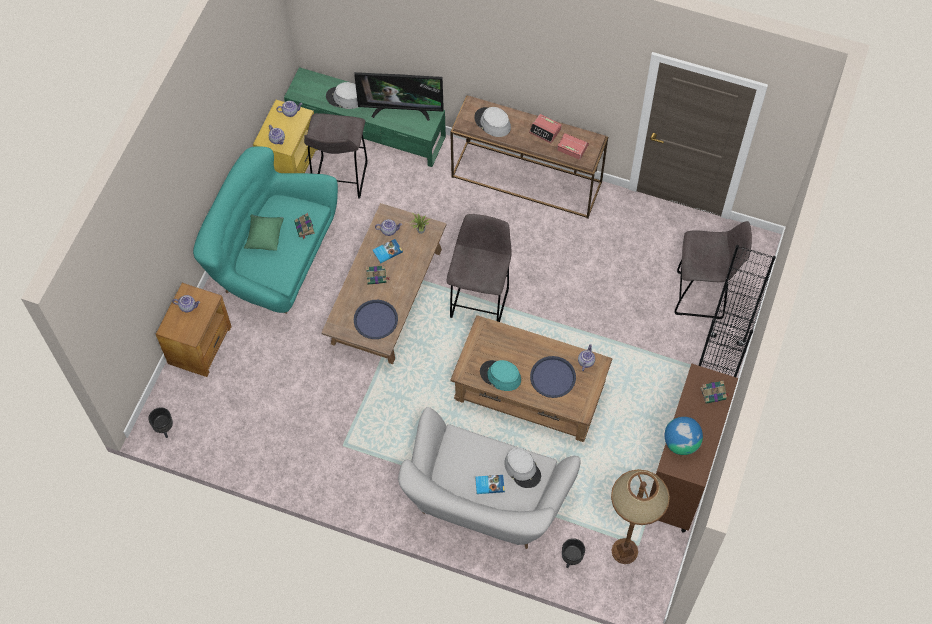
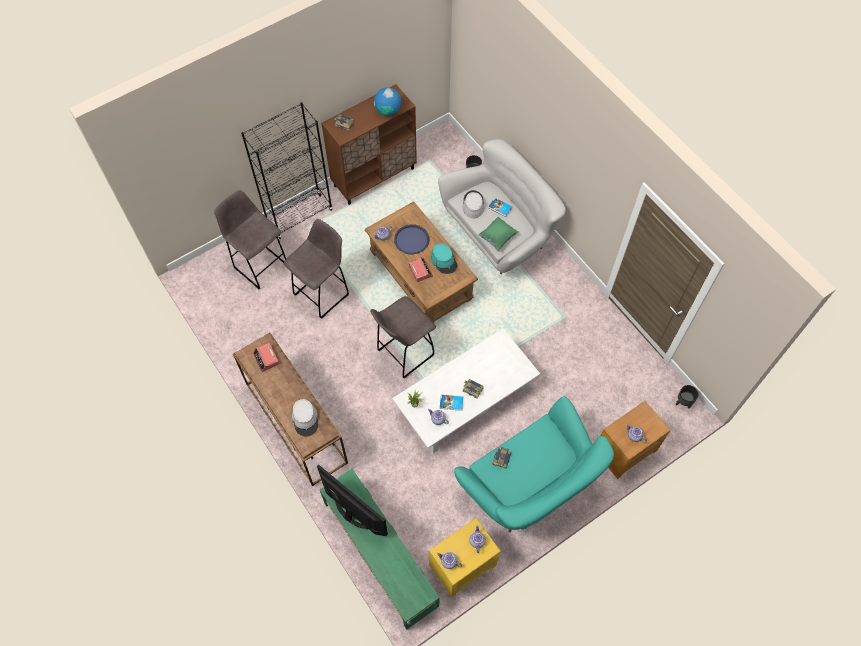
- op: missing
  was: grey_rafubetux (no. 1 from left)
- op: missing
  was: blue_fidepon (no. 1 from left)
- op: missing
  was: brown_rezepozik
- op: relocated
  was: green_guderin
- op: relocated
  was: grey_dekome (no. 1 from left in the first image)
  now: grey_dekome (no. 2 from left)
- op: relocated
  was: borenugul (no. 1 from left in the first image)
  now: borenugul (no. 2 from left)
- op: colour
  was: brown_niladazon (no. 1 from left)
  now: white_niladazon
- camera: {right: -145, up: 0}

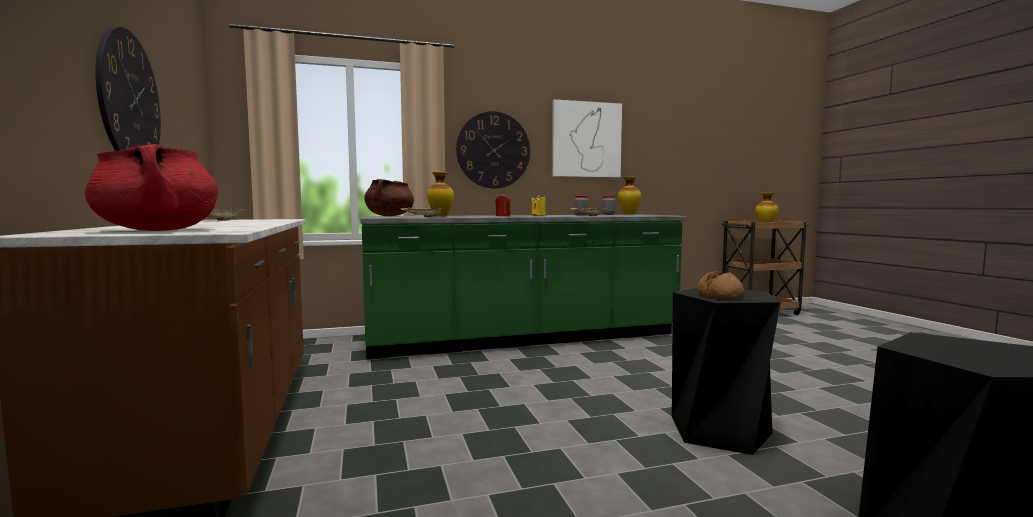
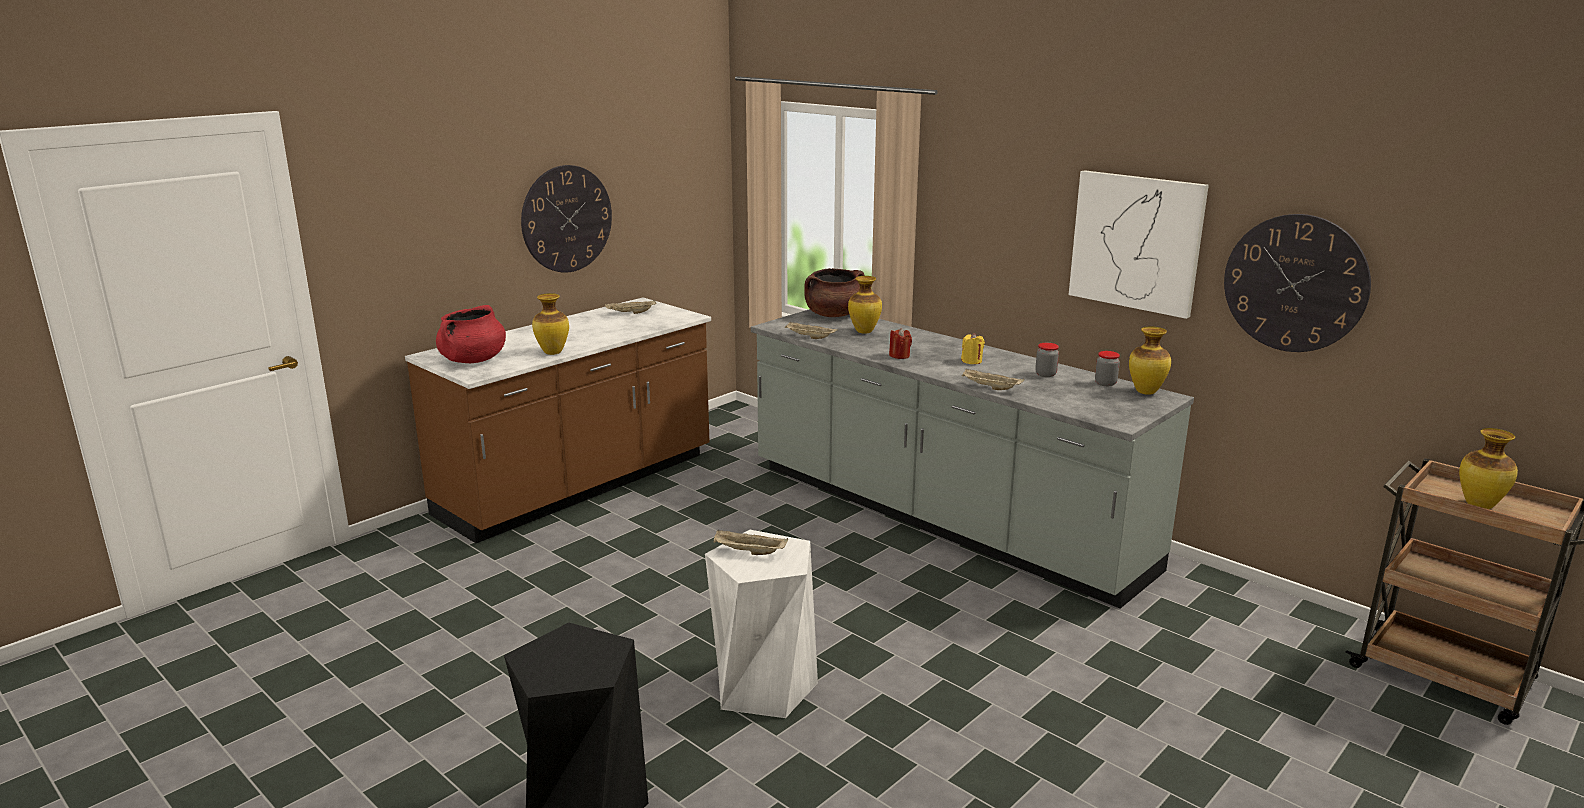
- op: appeared
  now: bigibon (no. 1 from left)
- op: relocated
  was: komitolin (no. 2 from left)
- op: exchanged
  was: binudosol
  now: beige_fidepon (no. 2 from left)
- op: colour
  was: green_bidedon
  now: grey_bidedon
- op: colour
  was: black_dekome (no. 1 from left)
  now: white_dekome
- camera: {right: 60, up: 15}

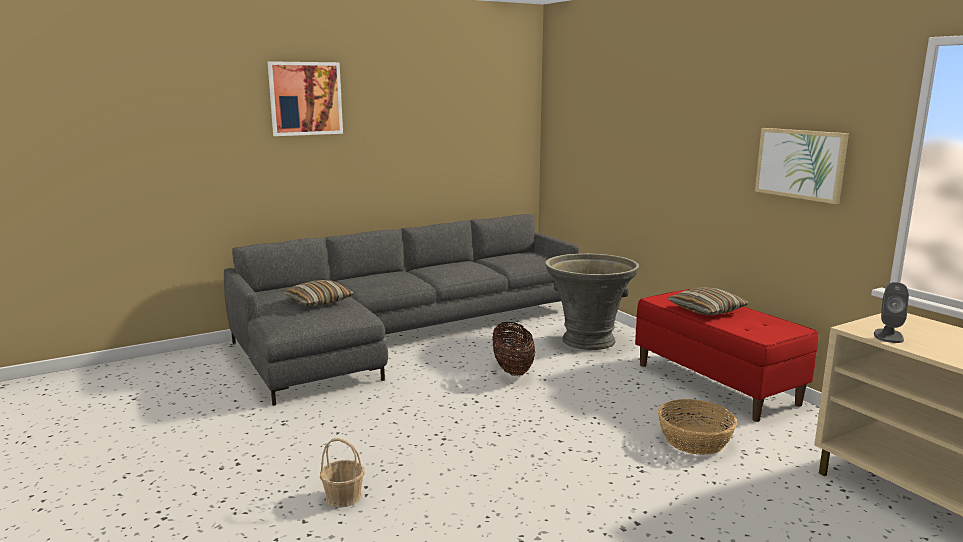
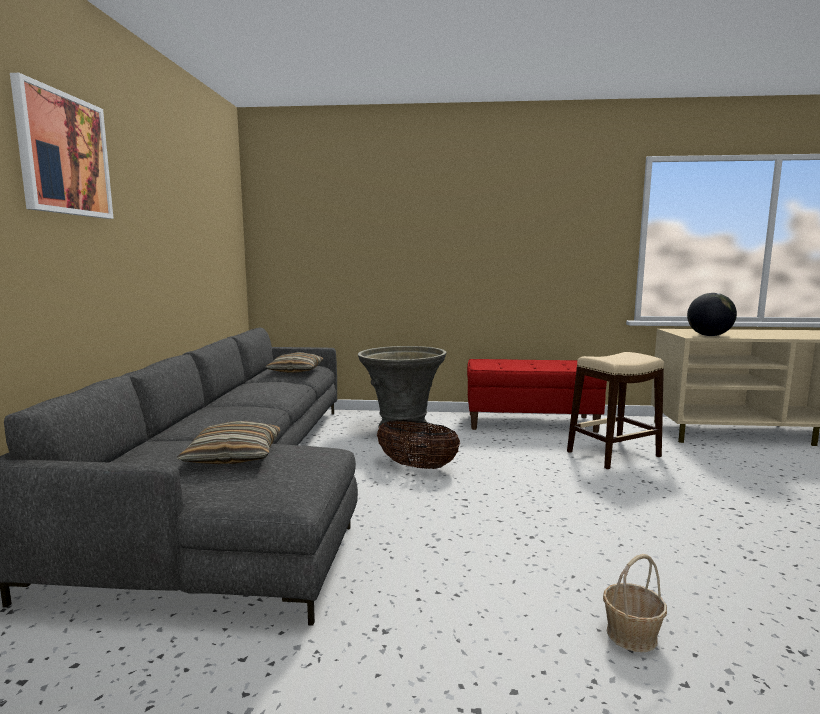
- op: missing
  was: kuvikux (no. 2 from left)
- op: relocated
  was: guderin (no. 2 from left)
- op: exchanged
  was: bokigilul (no. 3 from left)
  now: beige_dekome
- op: exchanged
  was: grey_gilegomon
  now: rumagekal
- camera: {right: -55, up: -5}

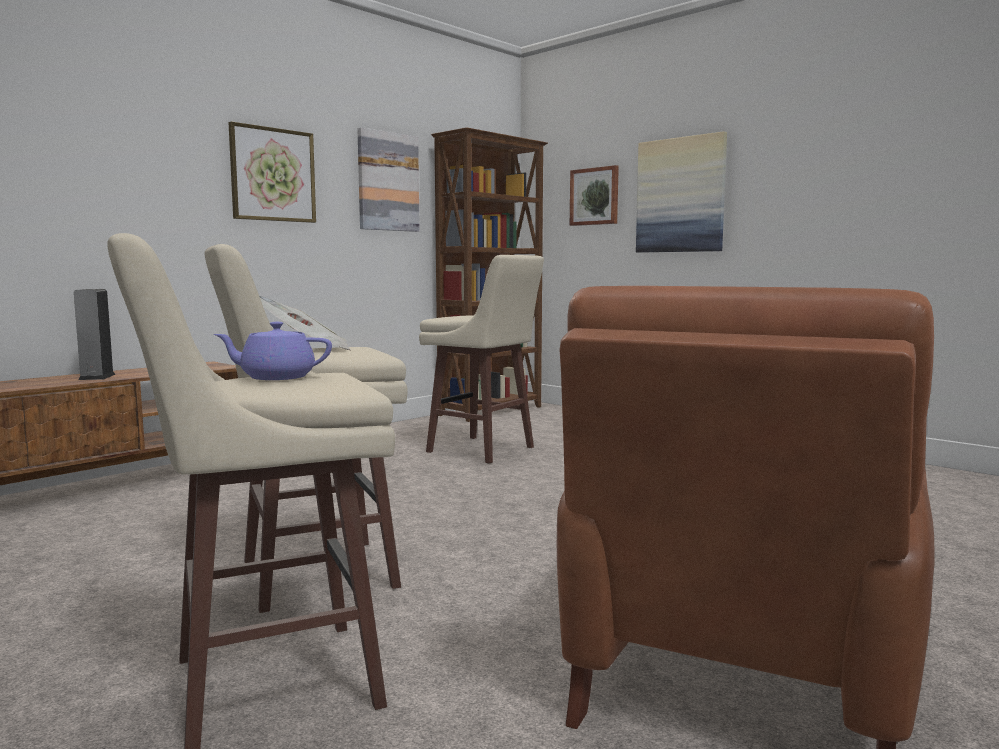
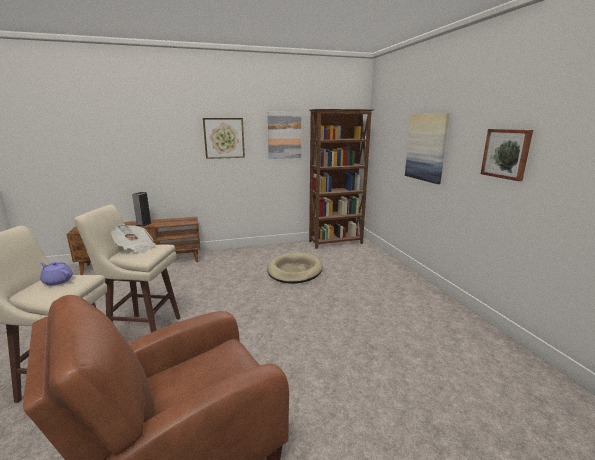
- op: relocated
  was: kuvikux (no. 3 from left in the first image)
  now: kuvikux (no. 4 from left)
- op: exchanged
  was: beige_dekome (no. 3 from left)
  now: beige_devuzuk
- camera: {right: 30, up: 10}

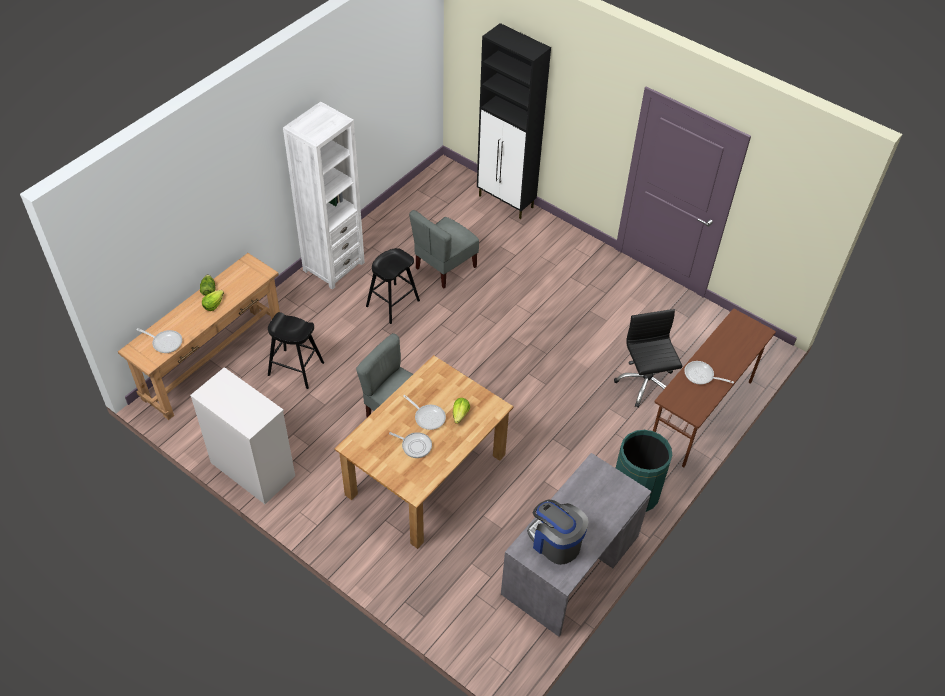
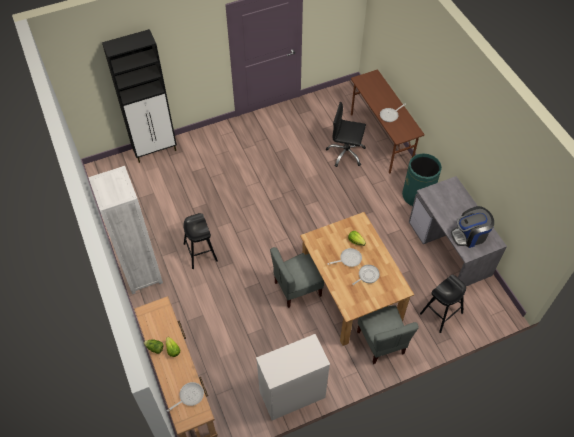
- op: relocated
  was: black_dekome (no. 1 from left in the first image)
  now: black_dekome (no. 2 from left)
- op: relocated
  was: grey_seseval (no. 2 from left)
- camera: {right: -60, up: 5}

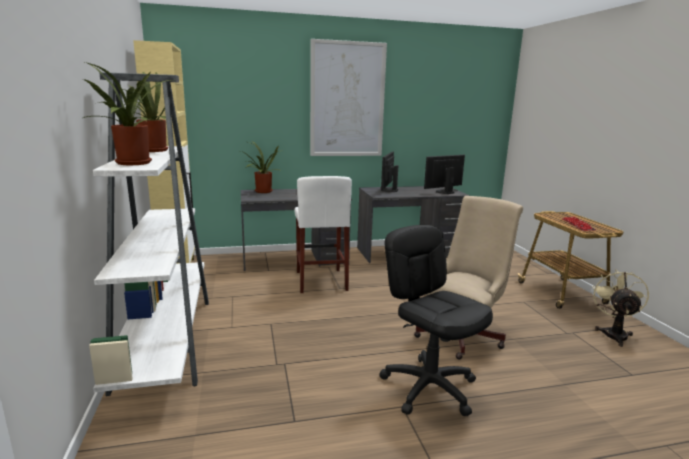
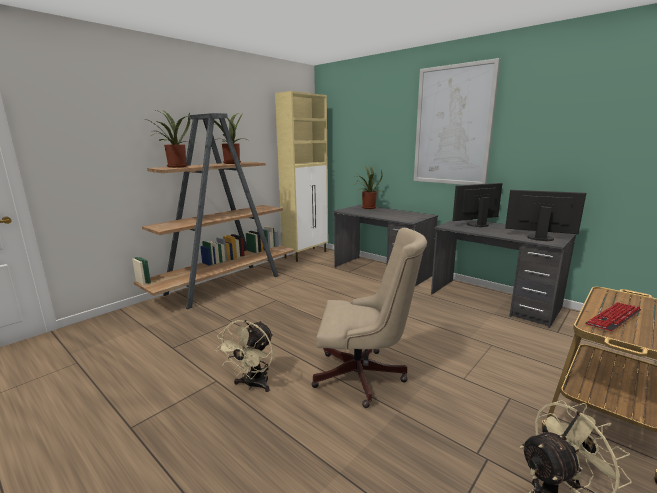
- op: missing
  was: white_dekome
- op: exchanged
  was: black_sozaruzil
  now: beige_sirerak (no. 1 from left)
- op: colour
  was: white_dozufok
  now: brown_dozufok
- camera: {right: 55, up: 0}

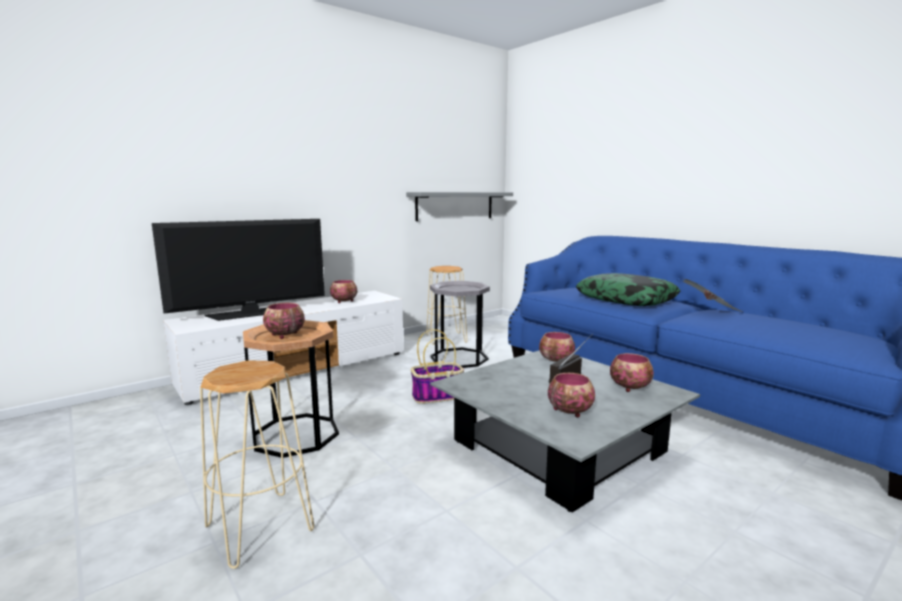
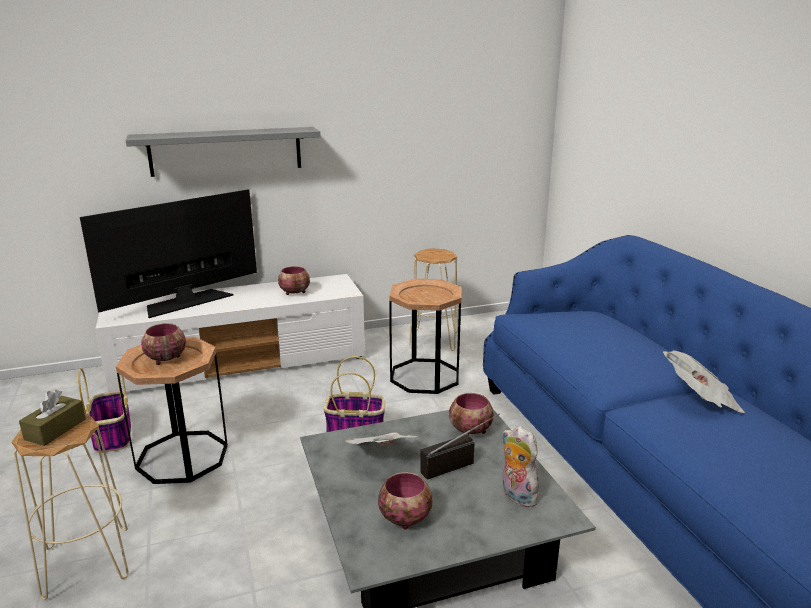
- op: missing
  was: guderin
- op: appeared
  now: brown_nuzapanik
- op: appeared
  now: bokigilul (no. 1 from left)
- op: appeared
  now: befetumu (no. 1 from left)
- op: relocated
  was: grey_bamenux
- op: exchanged
  was: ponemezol (no. 5 from left)
  now: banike
- op: colour
  was: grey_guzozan
  now: brown_guzozan (no. 2 from left)
- op: spun
  was: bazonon
  clockwise: 150
- camera: {right: 20, up: 10}

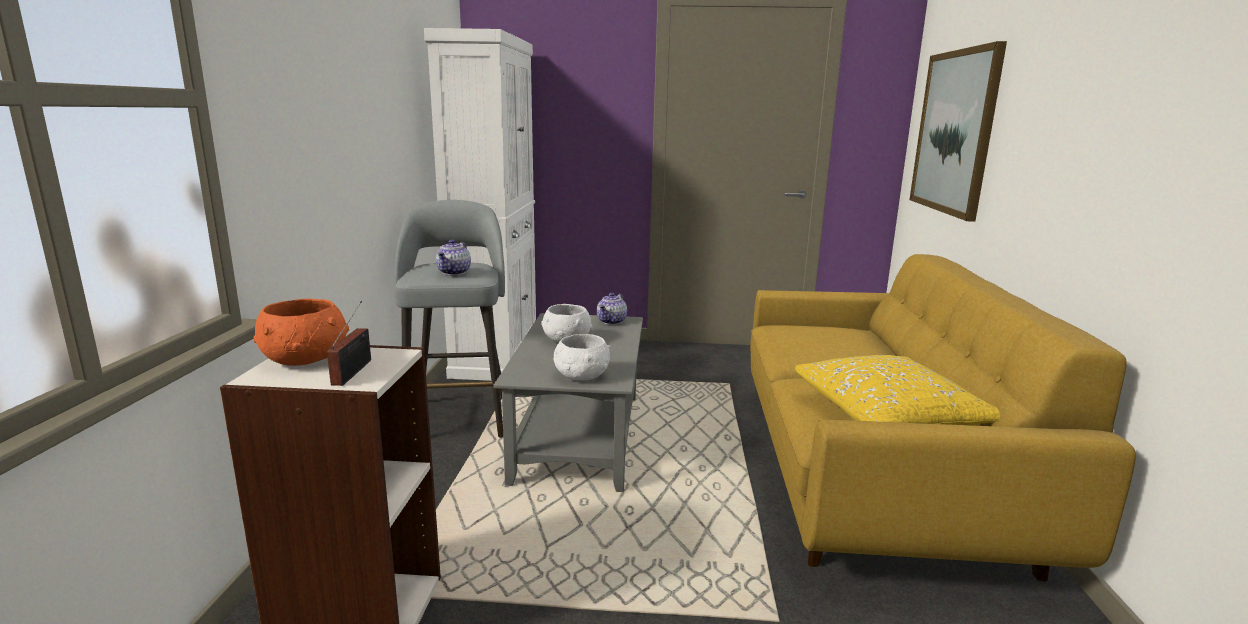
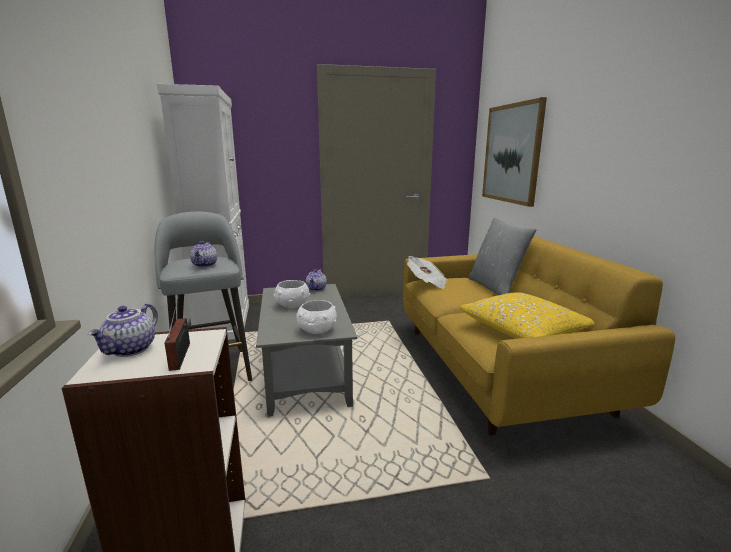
- op: appeared
  now: befetumu
- op: appeared
  now: grey_guderin
- op: exchanged
  was: orange_ponemezol
  now: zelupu (no. 1 from left)
- camera: {right: -15, up: 0}

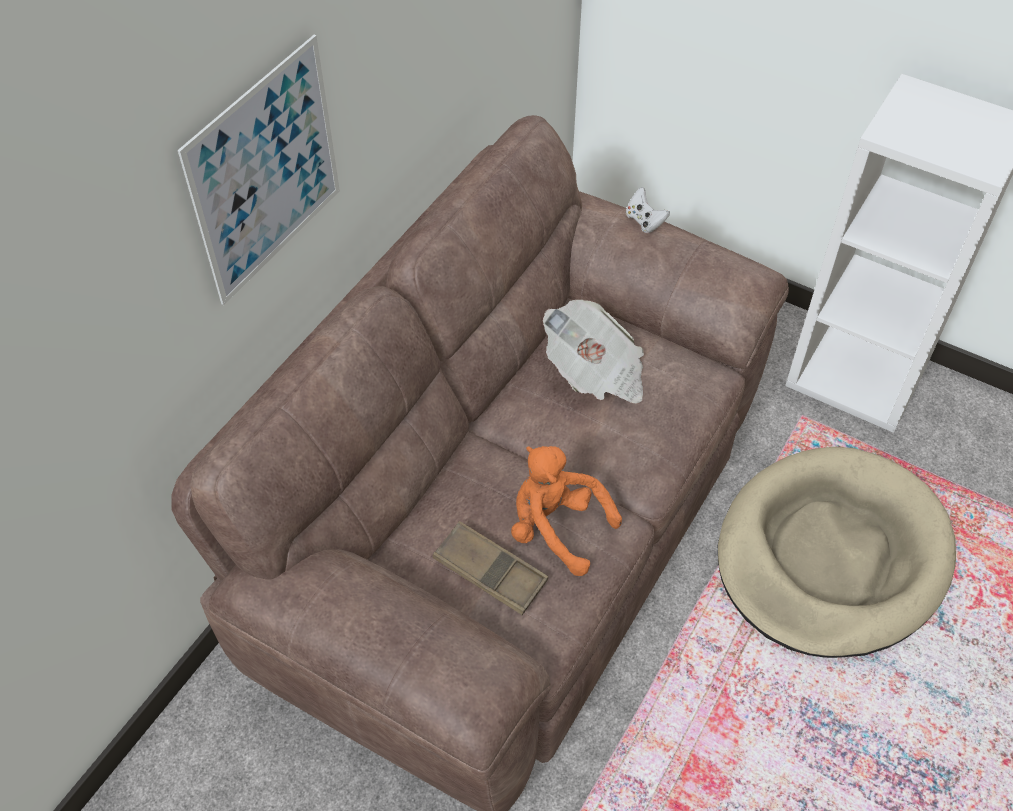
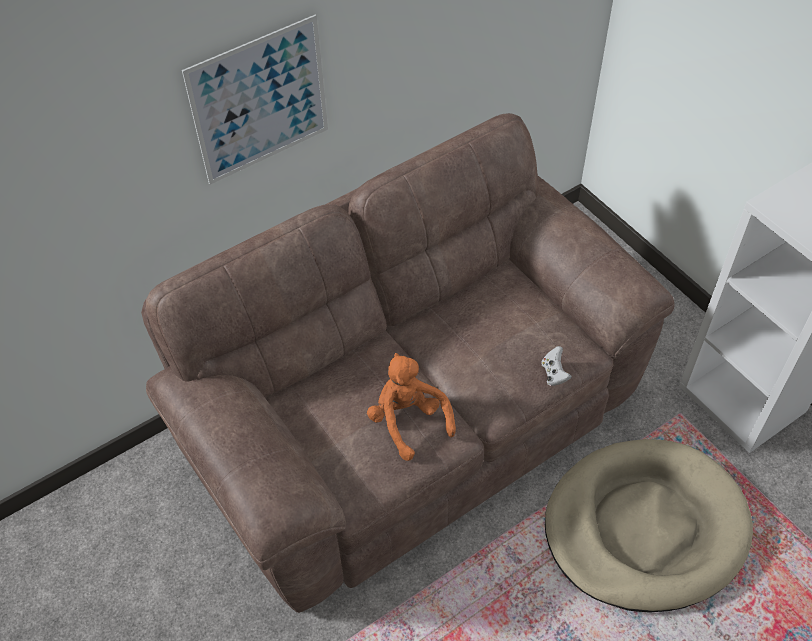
- op: missing
  was: brown_fidepon
- op: missing
  was: befetumu
- op: relocated
  was: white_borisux
- camera: {right: 25, up: 0}

